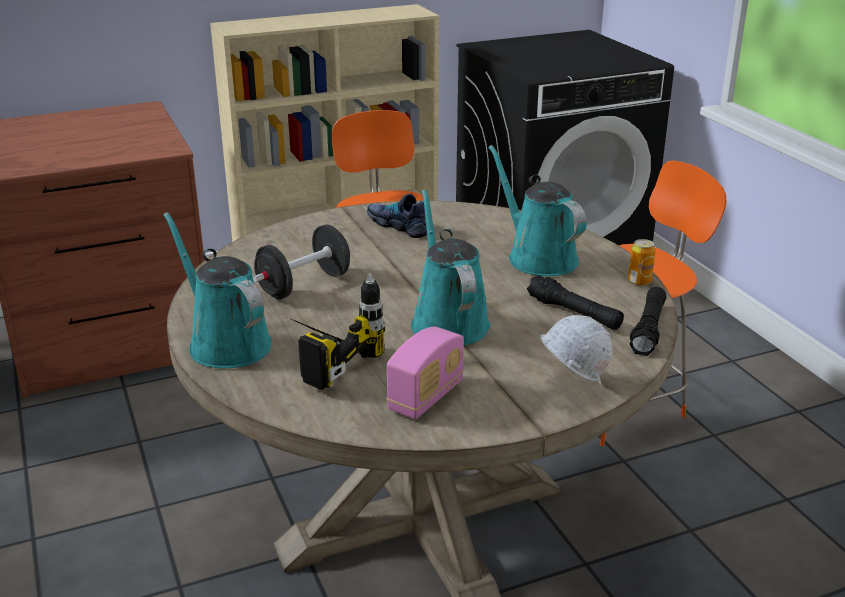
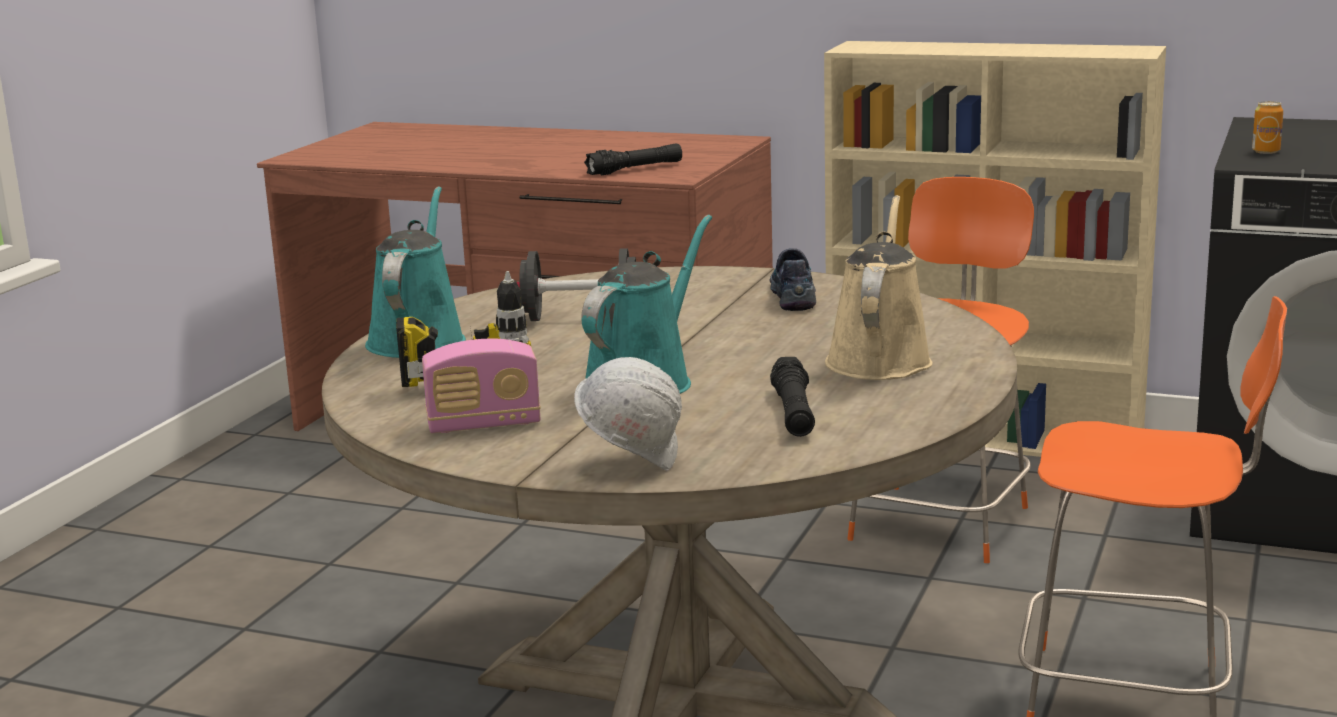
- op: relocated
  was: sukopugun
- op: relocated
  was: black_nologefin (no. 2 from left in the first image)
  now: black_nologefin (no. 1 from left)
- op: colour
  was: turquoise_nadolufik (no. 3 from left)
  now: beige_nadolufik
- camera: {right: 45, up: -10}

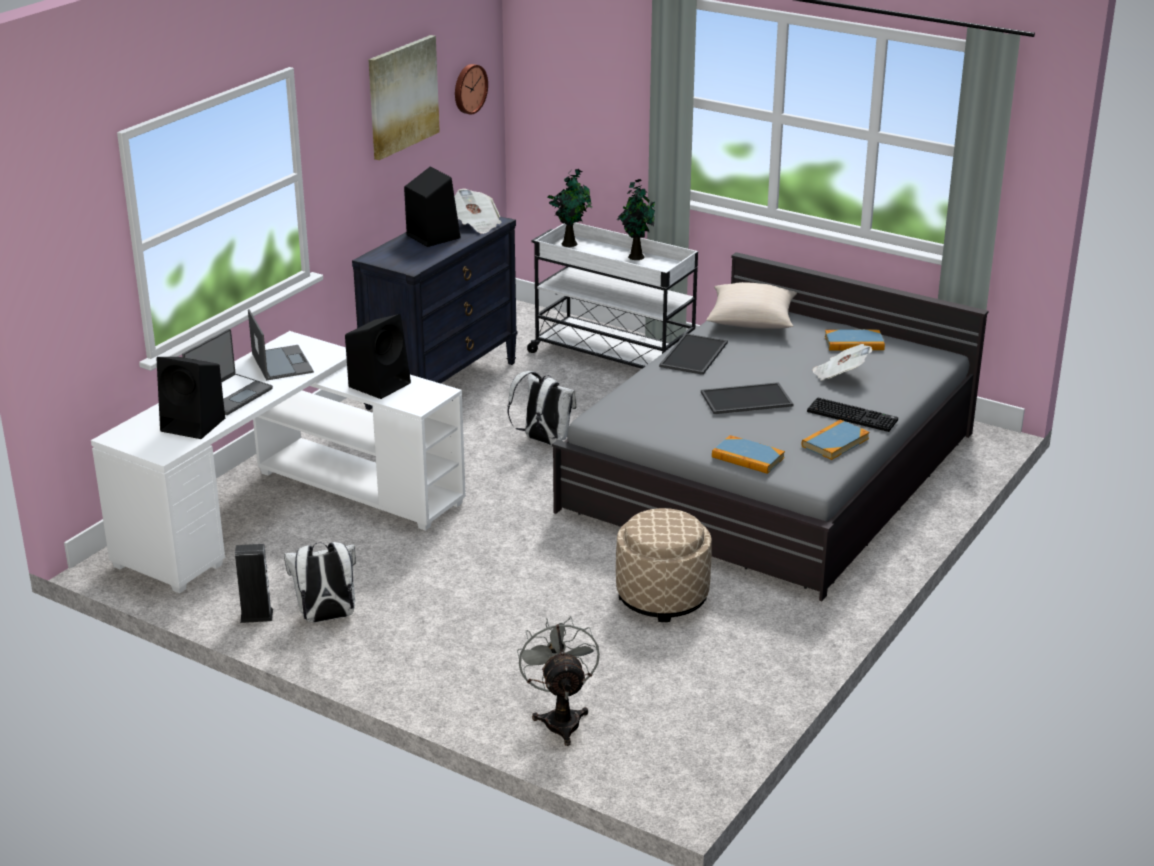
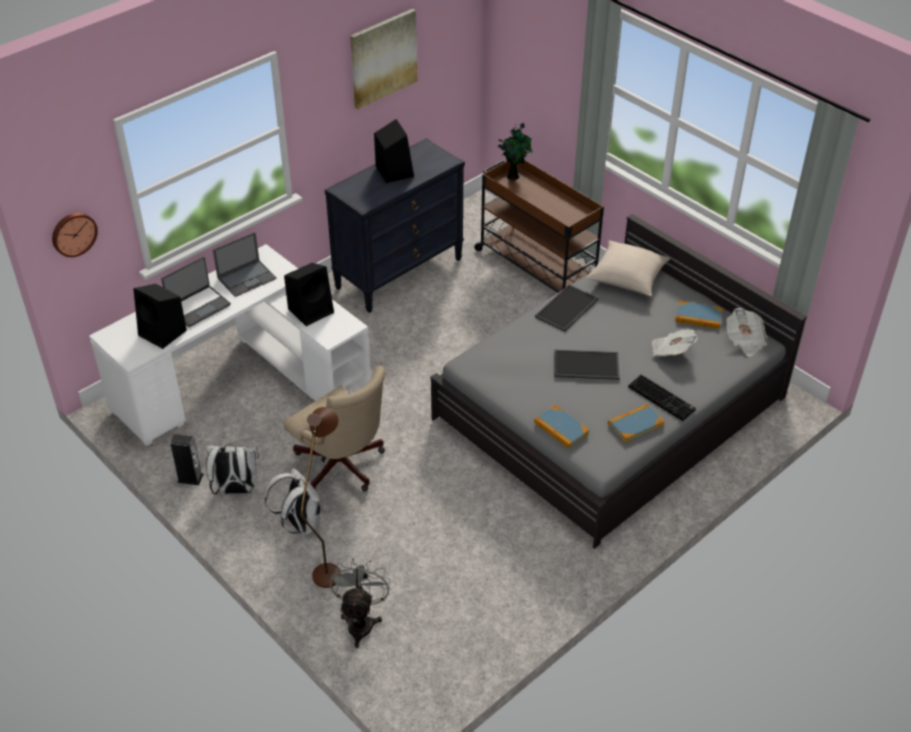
- op: missing
  was: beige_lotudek
- op: missing
  was: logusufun (no. 2 from left)
- op: appeared
  now: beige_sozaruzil
- op: appeared
  now: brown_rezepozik
- op: relocated
  was: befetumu (no. 1 from left in the first image)
  now: befetumu (no. 2 from left)
- op: relocated
  was: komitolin
- op: relocated
  was: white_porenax (no. 2 from left)
- op: colour
  was: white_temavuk
  now: brown_temavuk
- op: spun
  was: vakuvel (no. 2 from left)
  clockwise: 60
- camera: {right: 15, up: 15}

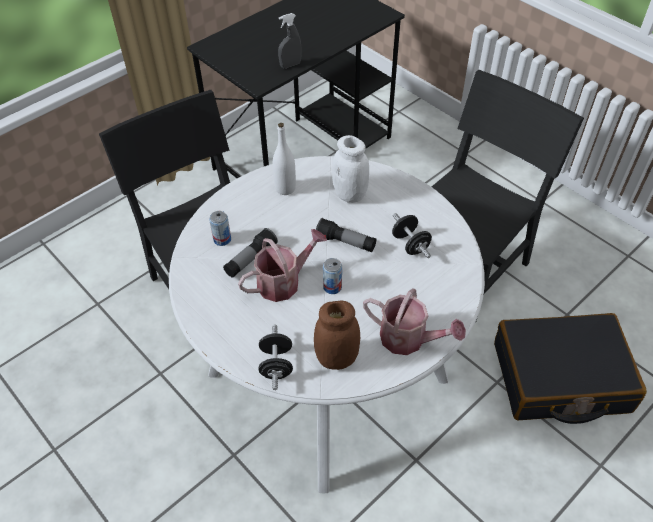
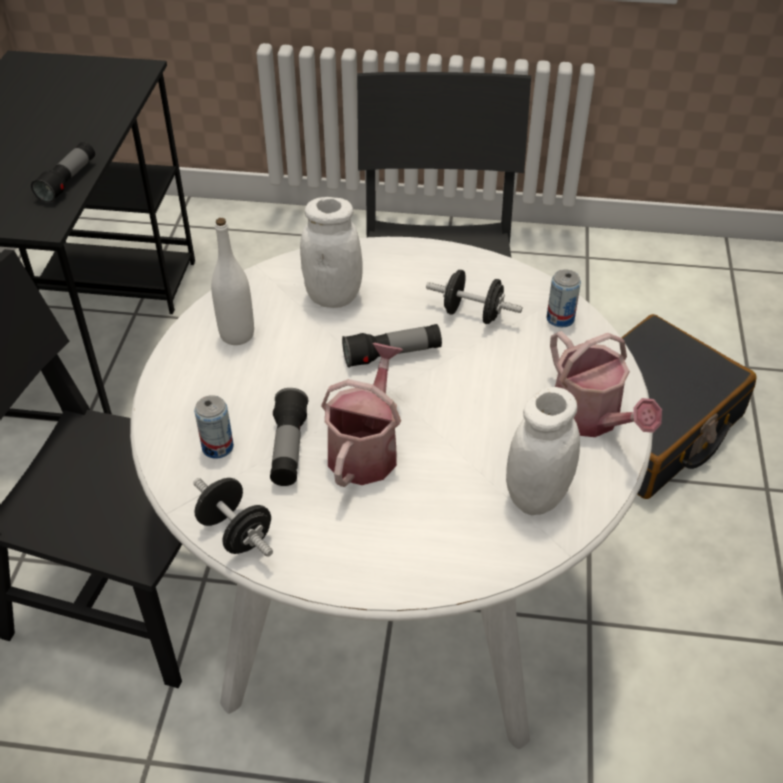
- op: relocated
  was: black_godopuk (no. 1 from left)
- op: relocated
  was: sukopugun (no. 2 from left)
- op: exchanged
  was: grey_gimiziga
  now: nologefin (no. 1 from left)
- op: colour
  was: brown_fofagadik
  now: white_fofagadik (no. 2 from left)
- op: spun
  was: nadolufik (no. 2 from left)
  clockwise: 75
- camera: {right: -40, up: -5}

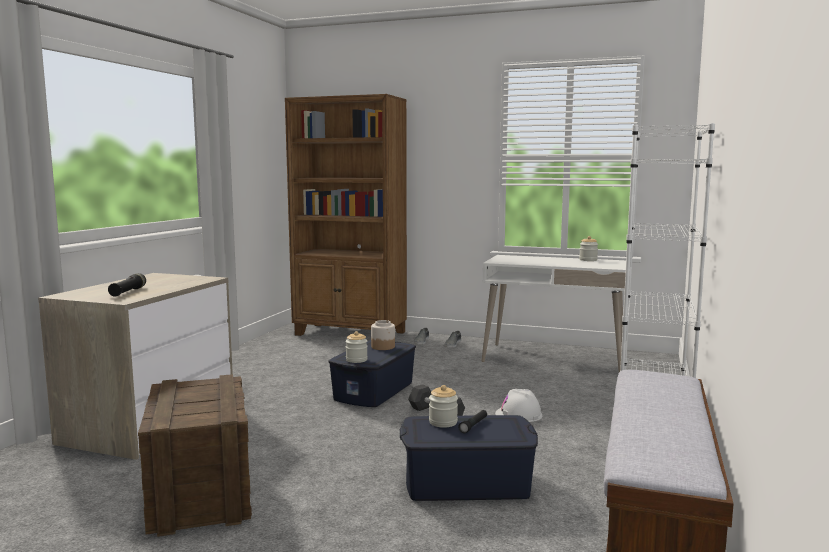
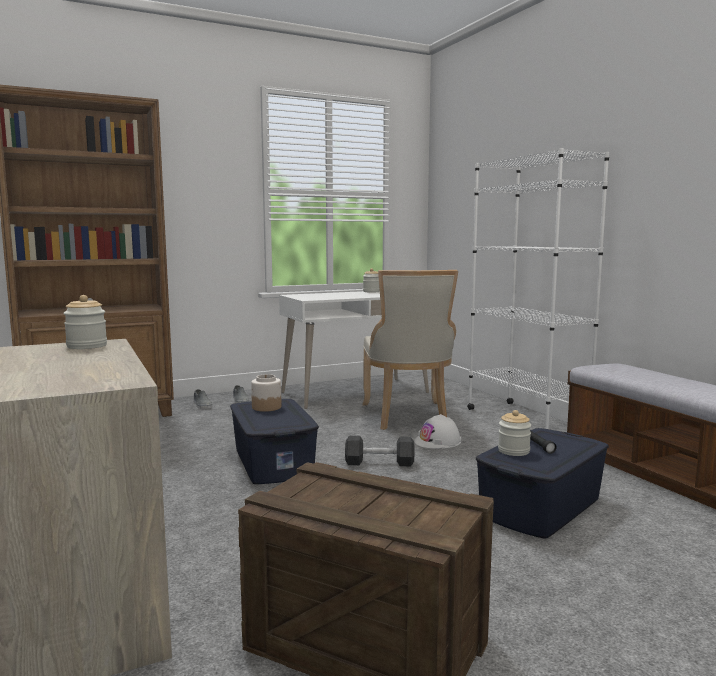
- op: missing
  was: black_nologefin (no. 1 from left)
- op: appeared
  now: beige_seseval
- op: relocated
  was: fofagadik (no. 1 from left)
- camera: {right: -45, up: 0}

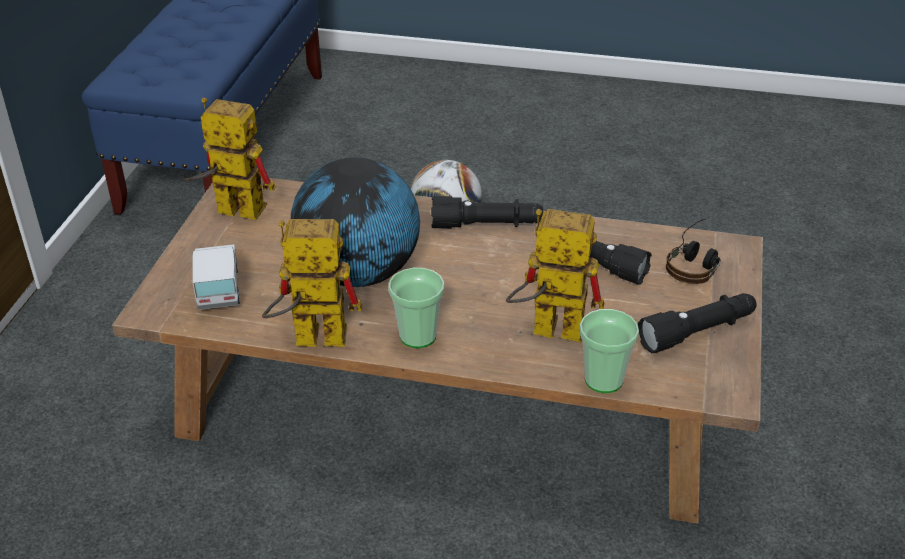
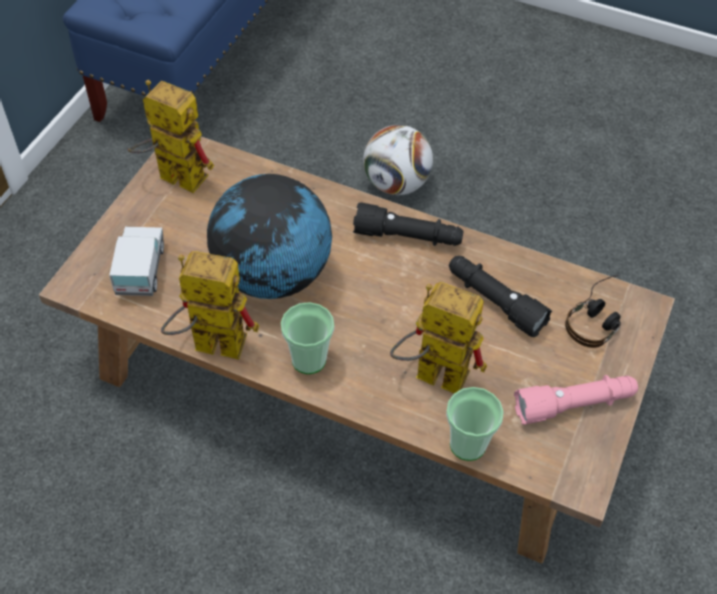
- op: colour
  was: black_nologefin (no. 3 from left)
  now: pink_nologefin
- camera: {right: 10, up: 15}

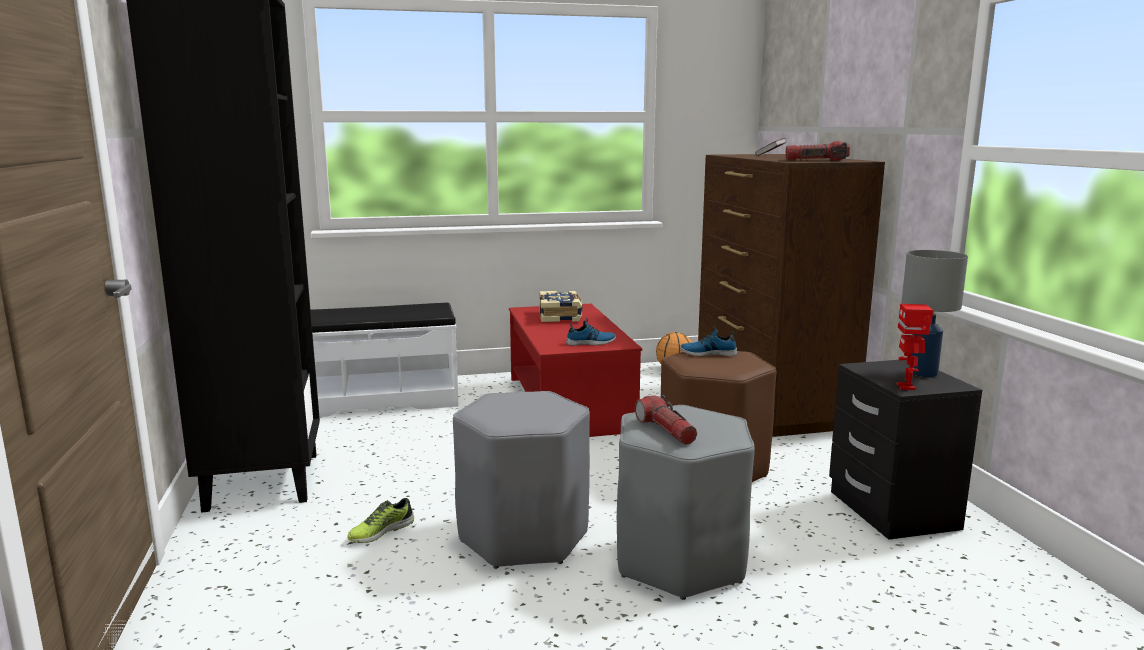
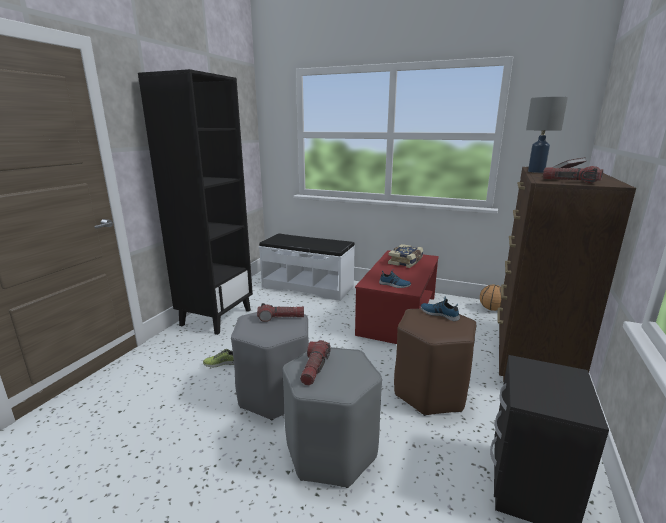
- op: missing
  was: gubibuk
- op: appeared
  now: nologefin (no. 1 from left)
- op: relocated
  was: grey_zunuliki
- camera: {right: 35, up: 5}

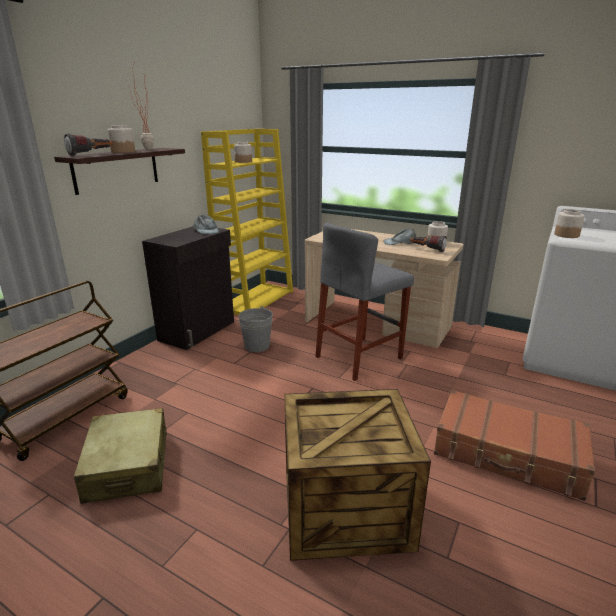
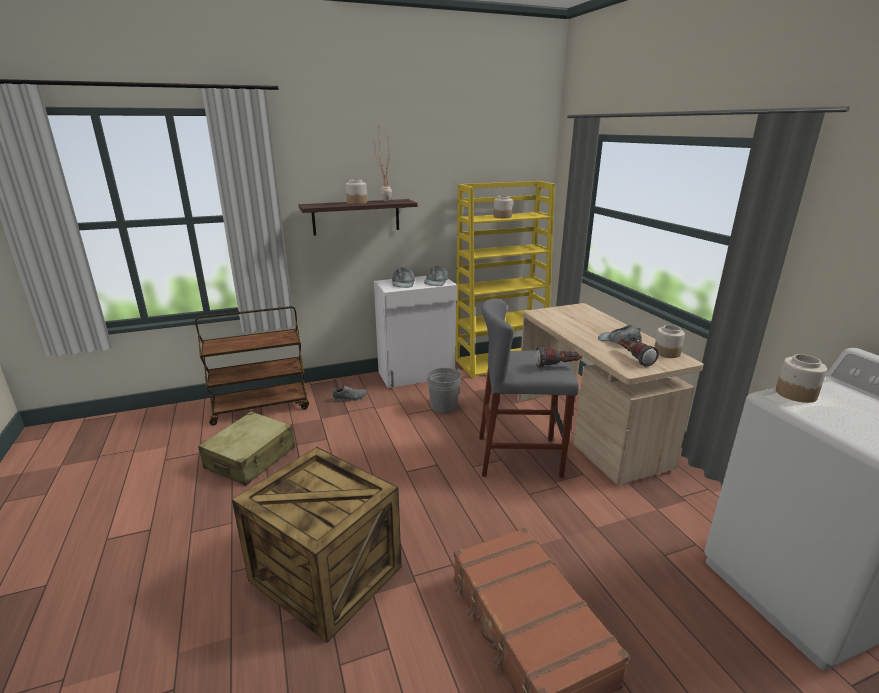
- op: appeared
  now: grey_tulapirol
- op: appeared
  now: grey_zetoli (no. 1 from left)
- op: relocated
  was: nologefin (no. 1 from left)
- op: colour
  was: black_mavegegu
  now: white_mavegegu
- camera: {right: 40, up: 0}

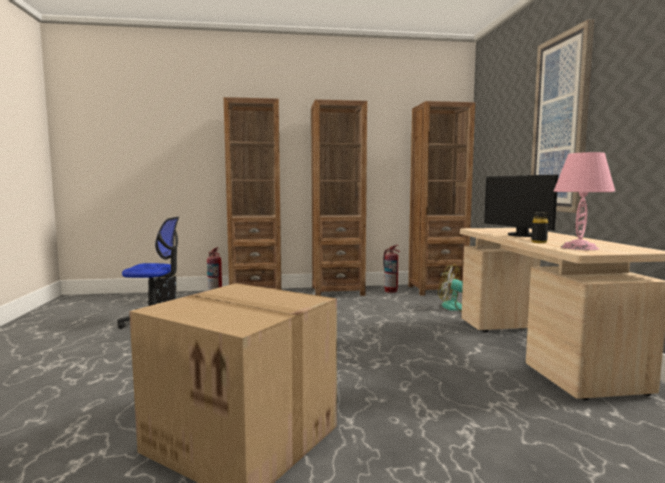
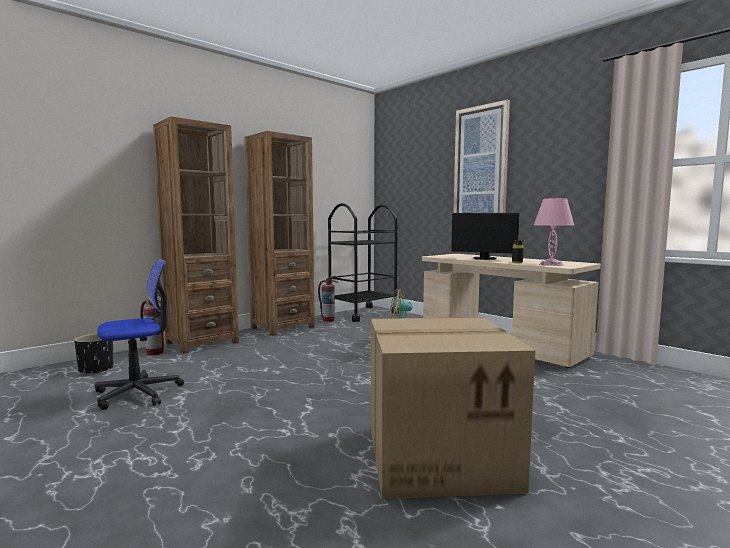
- op: exchanged
  was: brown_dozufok (no. 3 from left)
  now: black_temavuk
- camera: {right: -35, up: 0}

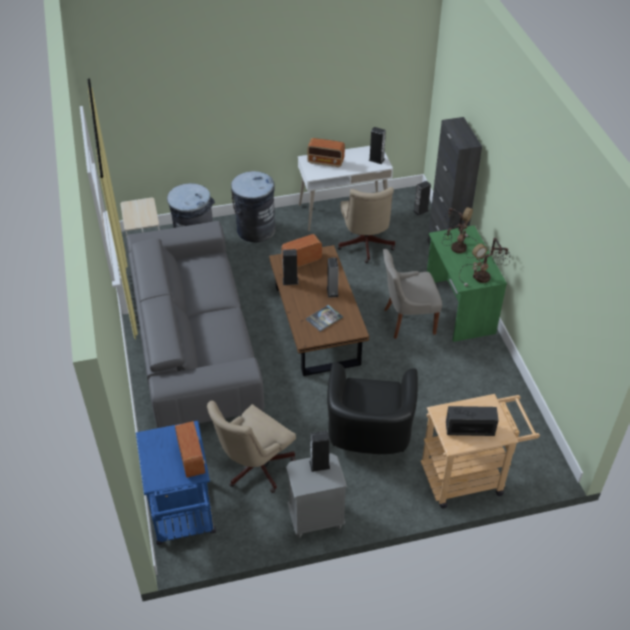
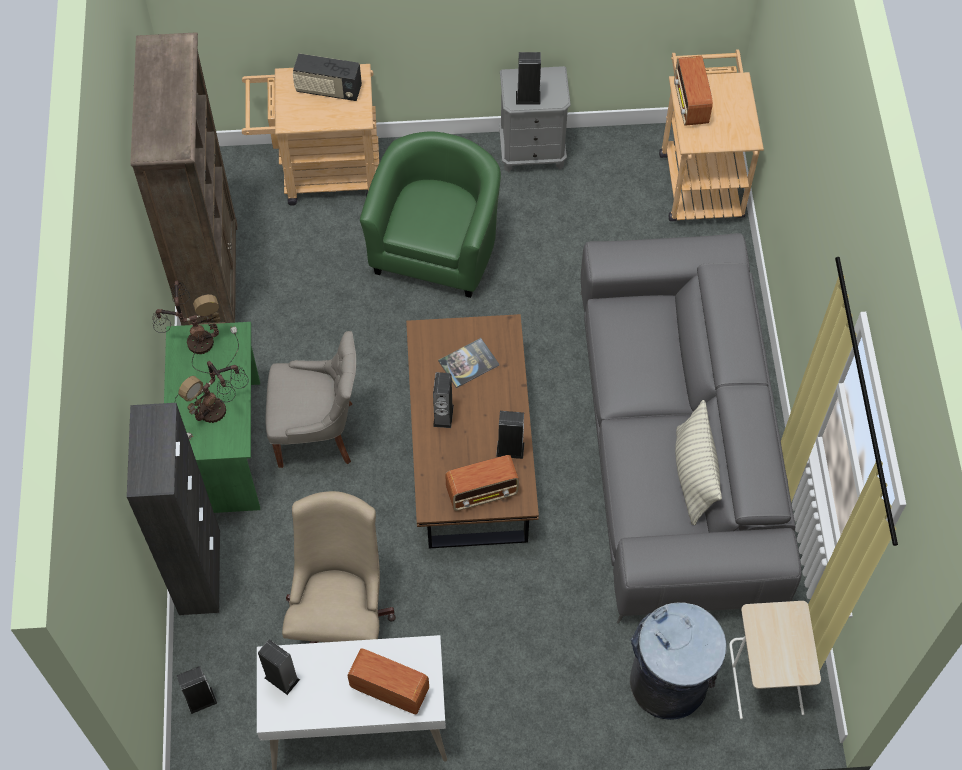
- op: missing
  was: beige_sozaruzil (no. 1 from left)
- op: missing
  was: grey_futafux (no. 2 from left)
- op: appeared
  now: brown_dozufok
- op: appeared
  now: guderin
- op: colour
  was: blue_temavuk
  now: beige_temavuk (no. 2 from left)
- op: colour
  was: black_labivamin
  now: green_labivamin
- camera: {right: -170, up: 15}

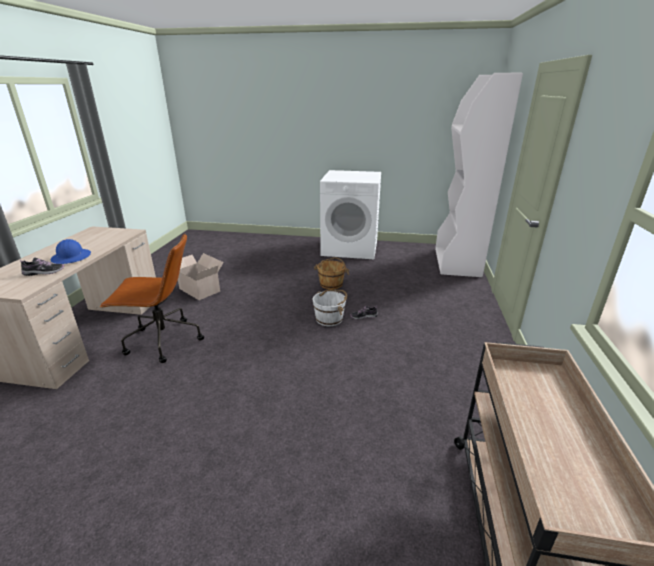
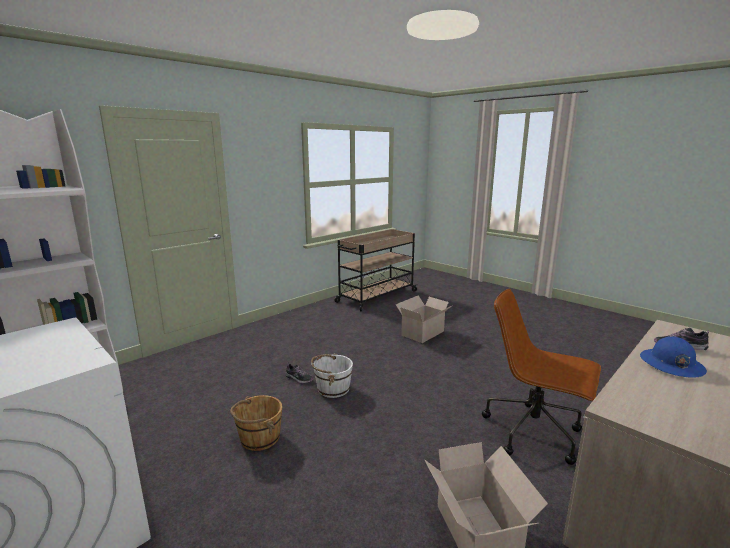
- op: appeared
  now: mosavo (no. 1 from left)
- camera: {right: -145, up: -10}

